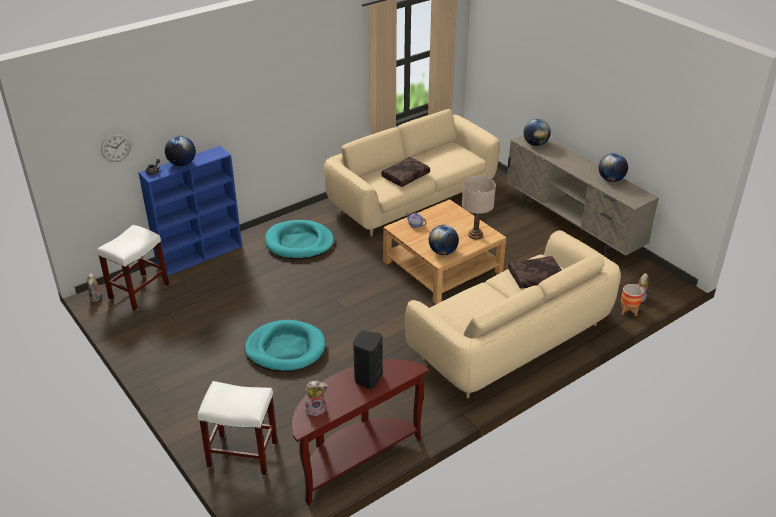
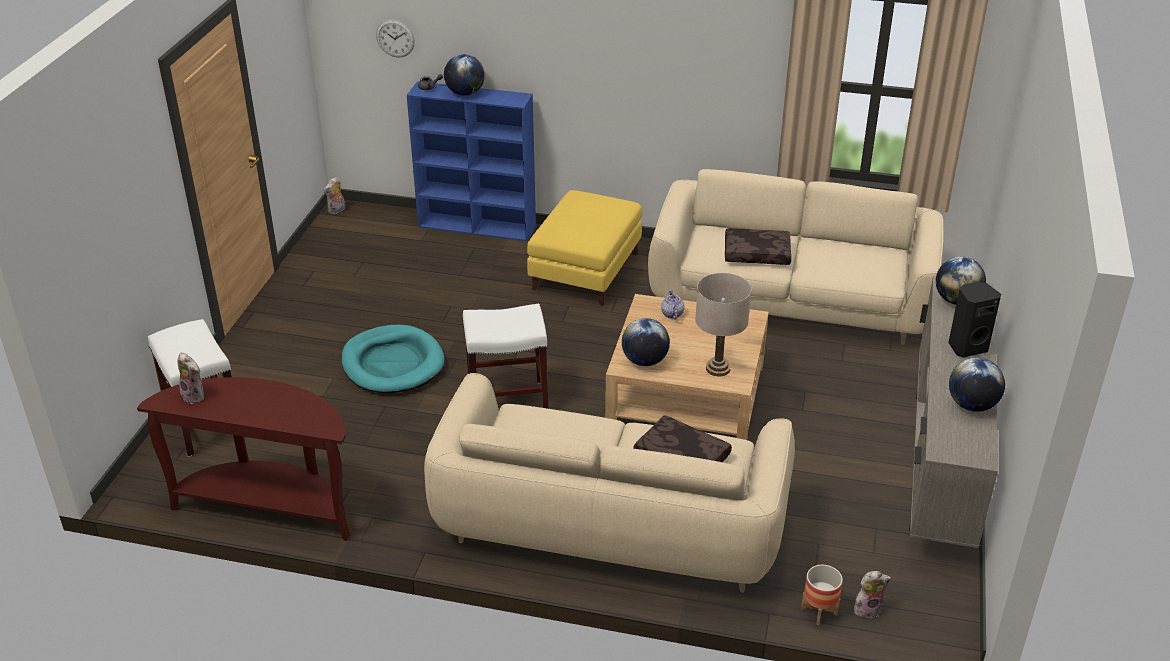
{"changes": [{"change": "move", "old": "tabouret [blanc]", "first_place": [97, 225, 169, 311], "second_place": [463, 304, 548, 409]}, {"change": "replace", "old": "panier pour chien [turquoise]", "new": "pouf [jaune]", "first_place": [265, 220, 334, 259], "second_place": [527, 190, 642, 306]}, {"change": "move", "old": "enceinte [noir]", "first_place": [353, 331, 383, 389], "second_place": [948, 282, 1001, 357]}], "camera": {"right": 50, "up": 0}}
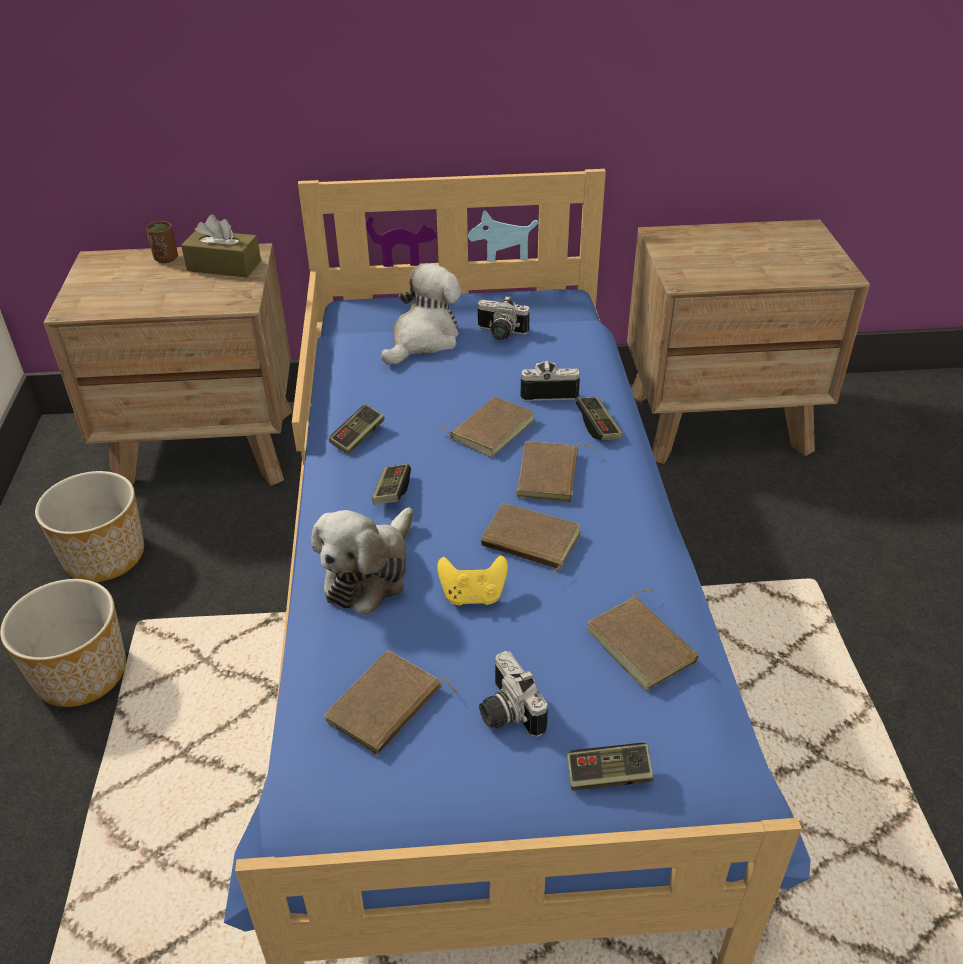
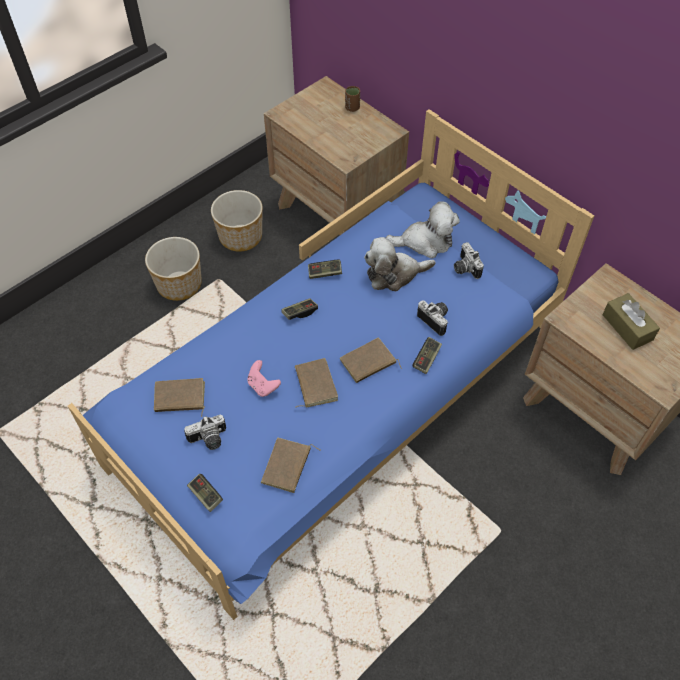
{"changes": [{"change": "rotate", "old": "appareil photo", "first_place": [479, 651, 548, 737], "second_place": [184, 414, 226, 450], "degrees": -135}, {"change": "recolor", "old": "manette [jaune]", "new": "manette [rose]", "first_place": [437, 555, 508, 605], "second_place": [247, 360, 281, 397]}, {"change": "move", "old": "peluche", "first_place": [311, 507, 413, 615], "second_place": [364, 237, 435, 291]}, {"change": "move", "old": "boîte à mouchoirs [marron]", "first_place": [181, 214, 261, 277], "second_place": [602, 293, 660, 350]}, {"change": "delete", "old": "livre [marron]", "first_place": [438, 397, 535, 457]}], "camera": {"right": 50, "up": 15}}
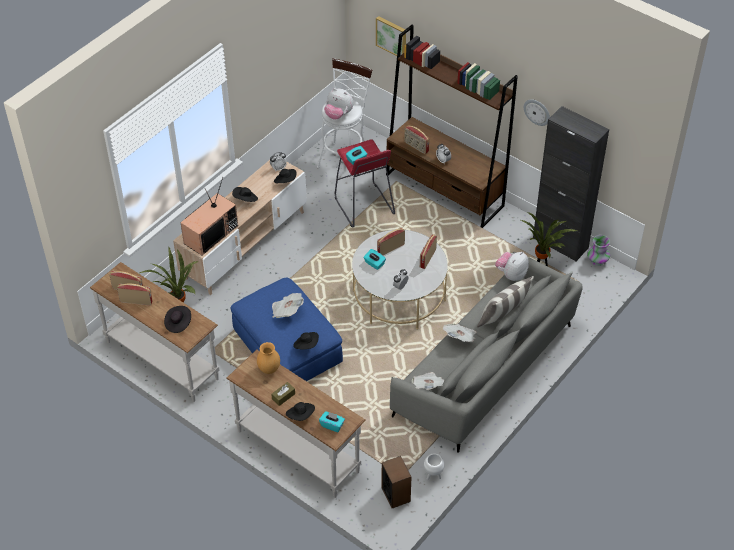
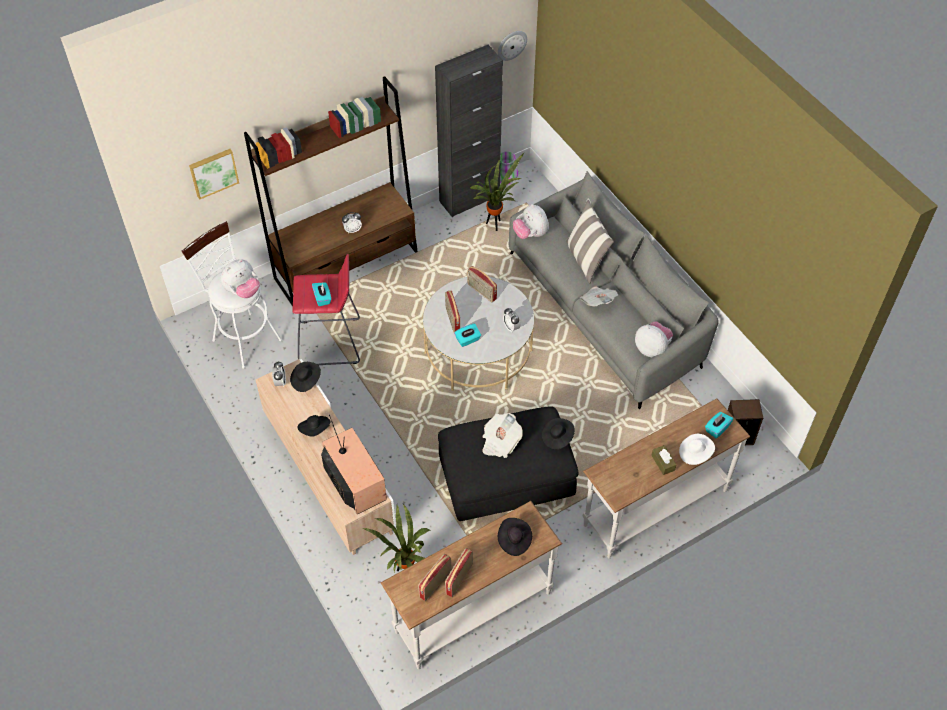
{"changes": [{"change": "recolor", "old": "pouf [bleu]", "new": "pouf [noir]", "first_place": [231, 278, 343, 381], "second_place": [438, 406, 579, 521]}, {"change": "move", "old": "horloge murale", "first_place": [524, 99, 550, 126], "second_place": [498, 31, 527, 61]}, {"change": "replace", "old": "journal", "new": "peluche", "first_place": [412, 372, 445, 390], "second_place": [635, 321, 673, 357]}, {"change": "recolor", "old": "chapeau [noir]", "new": "chapeau [blanc]", "first_place": [286, 402, 315, 421], "second_place": [679, 434, 715, 465]}, {"change": "delete", "old": "vase [marron]", "first_place": [257, 342, 280, 374]}, {"change": "delete", "old": "radio", "first_place": [404, 125, 429, 154]}, {"change": "delete", "old": "cache-pot [blanc]", "first_place": [424, 454, 444, 480]}], "camera": {"right": -70, "up": 5}}
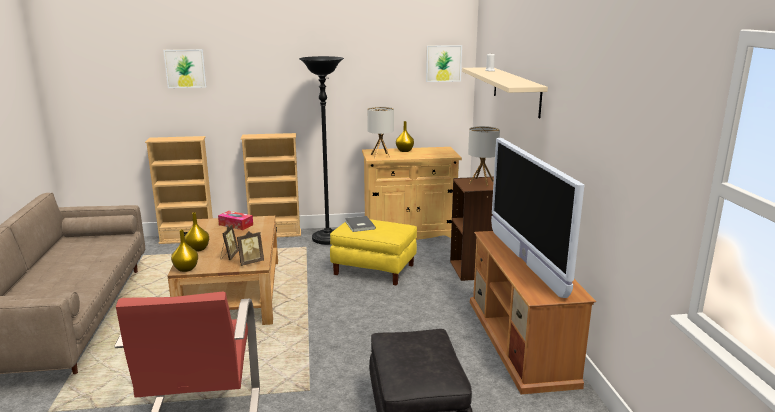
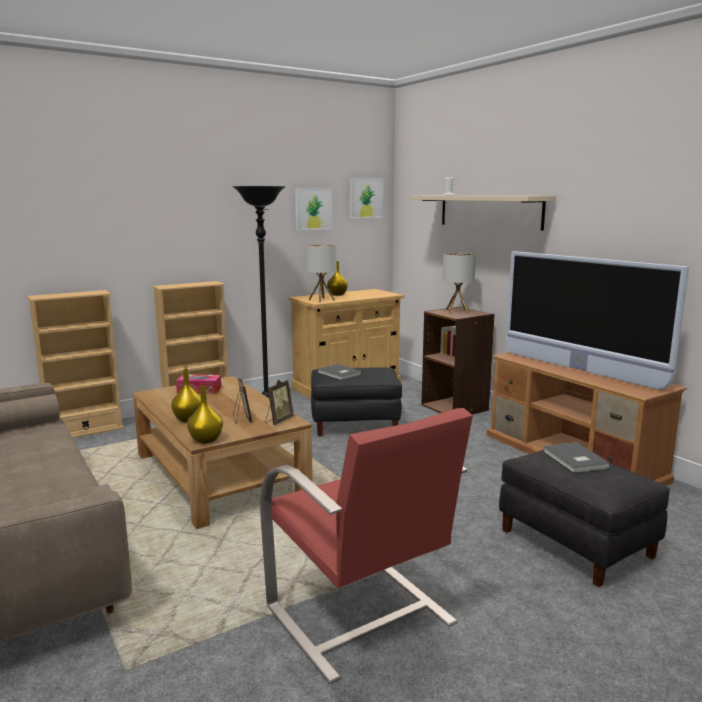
{"changes": [{"change": "move", "old": "tableau", "first_place": [163, 49, 207, 88], "second_place": [295, 188, 332, 230]}, {"change": "recolor", "old": "pouf [jaune]", "new": "pouf [noir]", "first_place": [330, 219, 417, 286], "second_place": [311, 368, 402, 436]}, {"change": "insert", "new": "livre [gris]", "second_place": [543, 442, 610, 473]}], "camera": {"right": -25, "up": -5}}
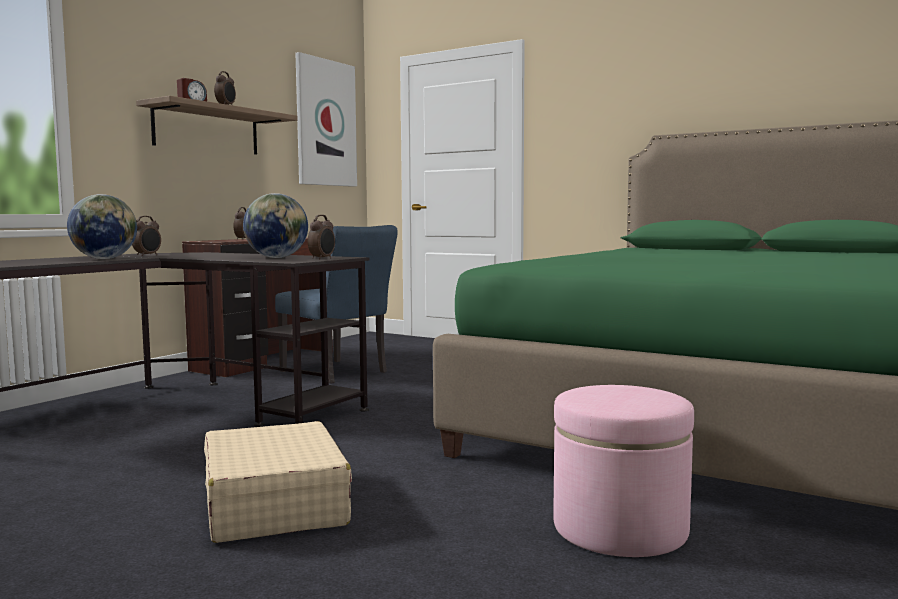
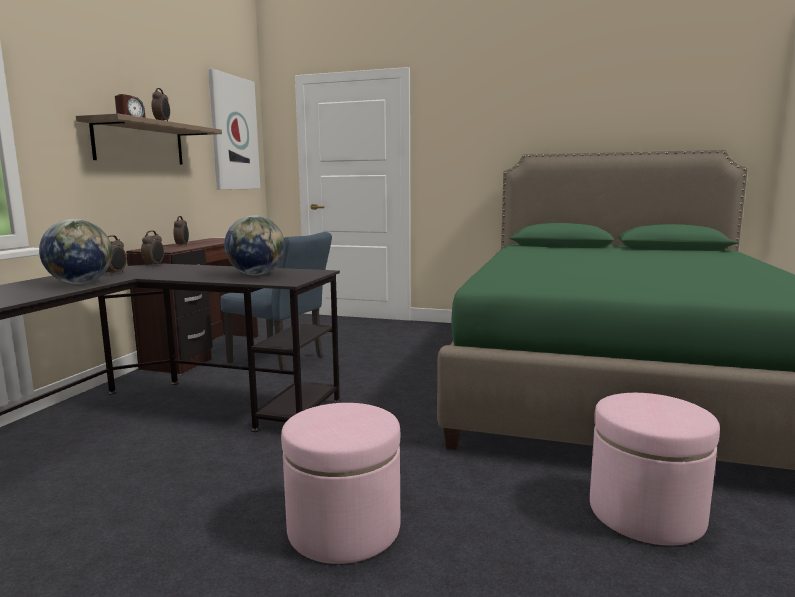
{"changes": [{"change": "move", "old": "réveil", "first_place": [308, 215, 335, 259], "second_place": [141, 231, 164, 266]}, {"change": "replace", "old": "valise [beige]", "new": "pouf [rose]", "first_place": [204, 421, 352, 543], "second_place": [281, 403, 400, 564]}], "camera": {"right": -15, "up": 5}}
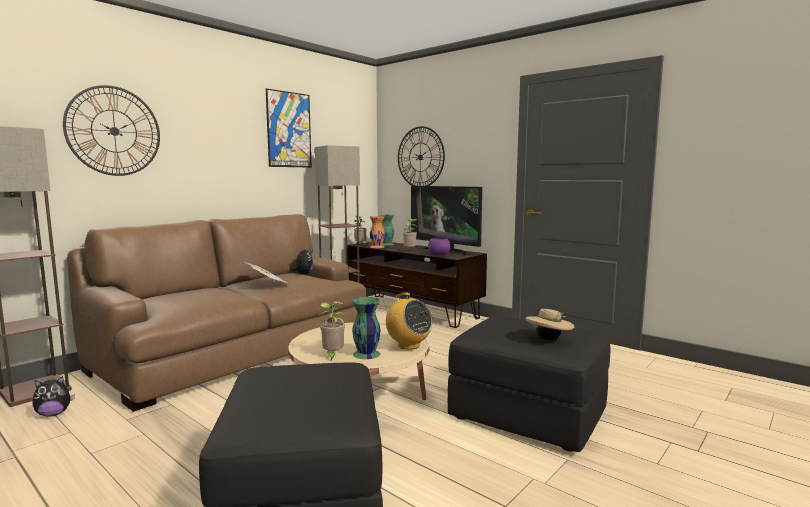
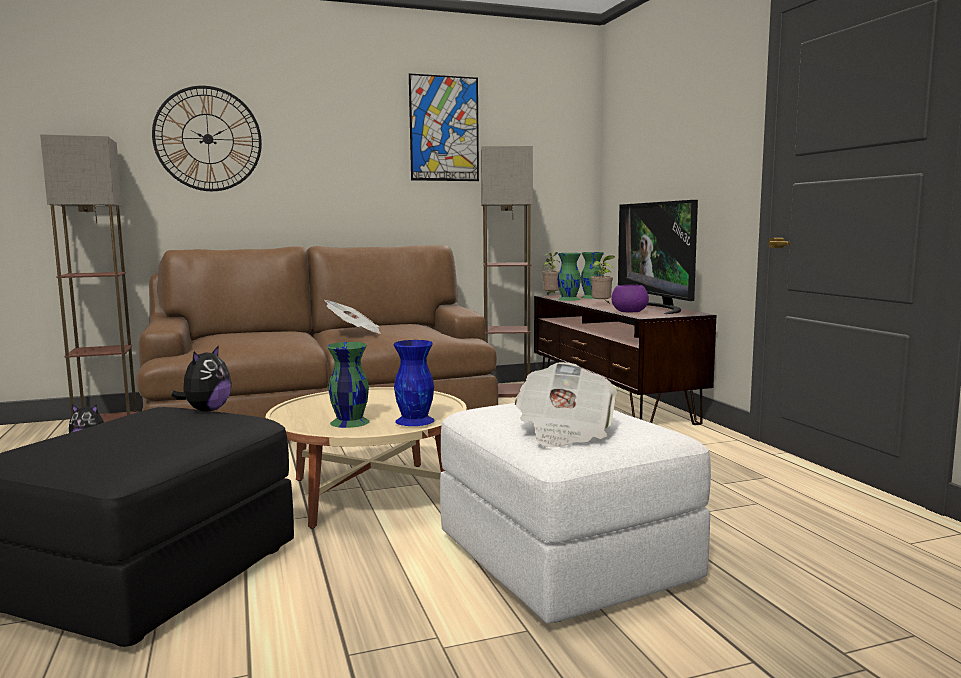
{"changes": [{"change": "move", "old": "peluche", "first_place": [290, 249, 313, 274], "second_place": [171, 345, 232, 412]}, {"change": "replace", "old": "radio", "new": "vase [bleu]", "first_place": [384, 292, 433, 350], "second_place": [393, 340, 435, 426]}, {"change": "recolor", "old": "pouf [noir]", "new": "pouf [blanc]", "first_place": [448, 316, 610, 452], "second_place": [440, 403, 711, 623]}, {"change": "replace", "old": "chapeau [beige]", "new": "journal", "first_place": [525, 309, 574, 341], "second_place": [514, 362, 617, 447]}, {"change": "recolor", "old": "vase [orange]", "new": "vase [vert]", "first_place": [370, 216, 385, 248], "second_place": [557, 253, 581, 301]}, {"change": "delete", "old": "plante en pot", "first_place": [320, 301, 345, 362]}, {"change": "delete", "old": "horloge murale", "first_place": [398, 126, 445, 186]}], "camera": {"right": 30, "up": 0}}
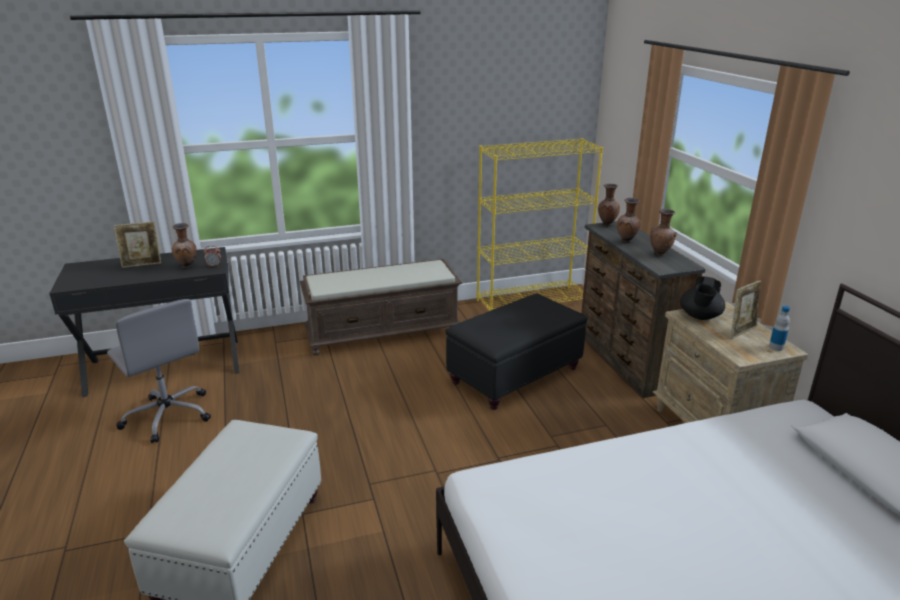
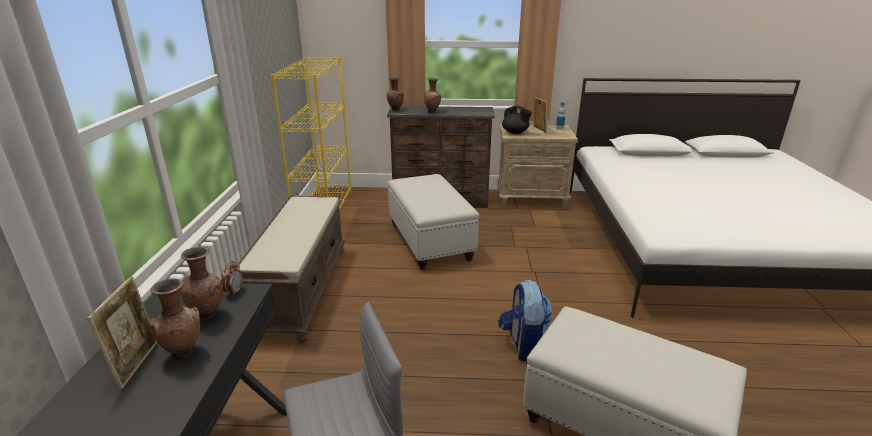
{"changes": [{"change": "move", "old": "vase [marron]", "first_place": [650, 209, 677, 256], "second_place": [150, 278, 200, 359]}, {"change": "recolor", "old": "pouf [noir]", "new": "pouf [blanc]", "first_place": [445, 294, 588, 410], "second_place": [387, 174, 479, 270]}, {"change": "insert", "new": "sac à dos", "second_place": [498, 280, 552, 362]}], "camera": {"right": -70, "up": 0}}
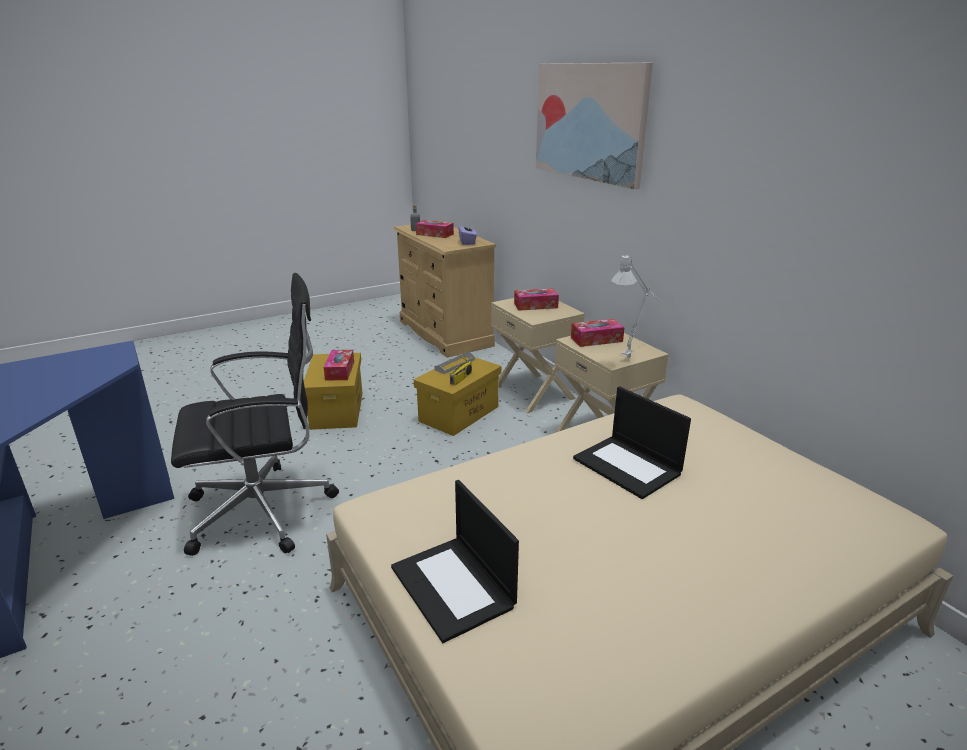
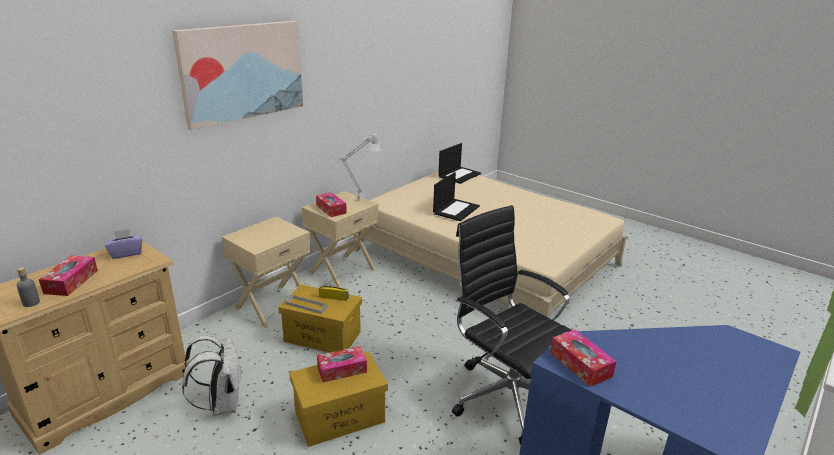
{"changes": [{"change": "insert", "new": "sac à dos [blanc]", "second_place": [182, 336, 241, 416]}, {"change": "move", "old": "ordinateur portable", "first_place": [391, 480, 519, 643], "second_place": [438, 143, 481, 184]}, {"change": "move", "old": "boîte à mouchoirs", "first_place": [514, 288, 559, 311], "second_place": [550, 329, 616, 387]}], "camera": {"right": -110, "up": 0}}
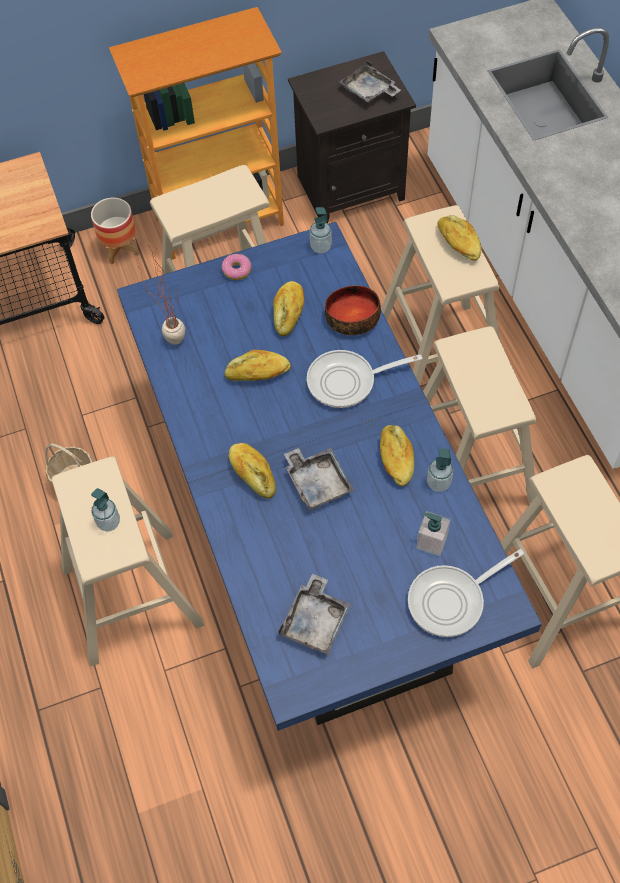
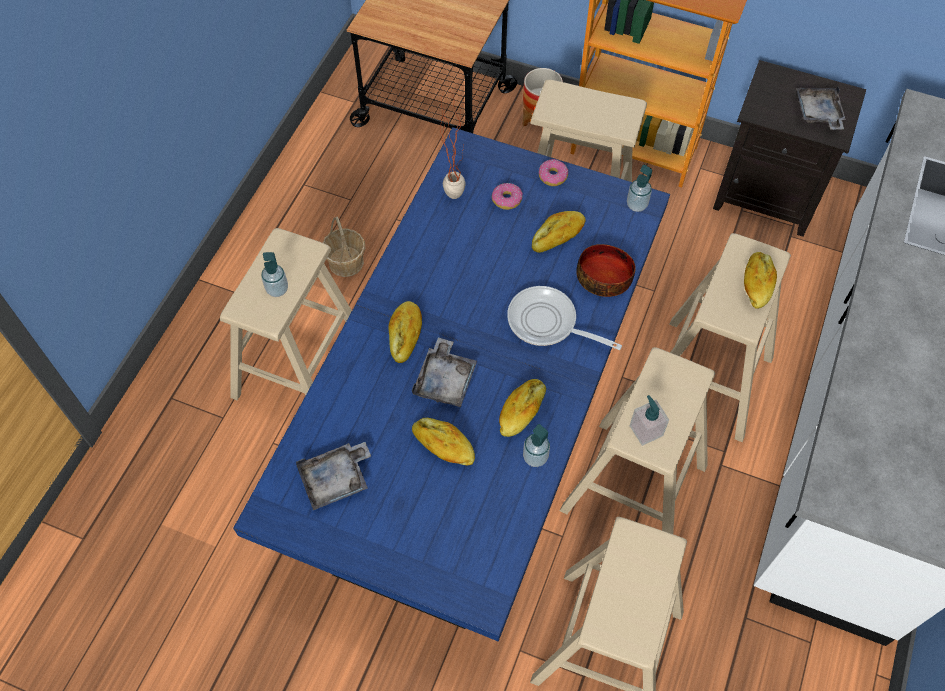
{"changes": [{"change": "move", "old": "pain", "first_place": [224, 350, 291, 381], "second_place": [412, 418, 475, 466]}, {"change": "insert", "new": "beignet", "second_place": [492, 183, 523, 210]}, {"change": "move", "old": "distributeur de savon", "first_place": [416, 511, 450, 556], "second_place": [630, 395, 669, 446]}, {"change": "delete", "old": "poêle", "first_place": [408, 549, 524, 637]}], "camera": {"right": 40, "up": 0}}
